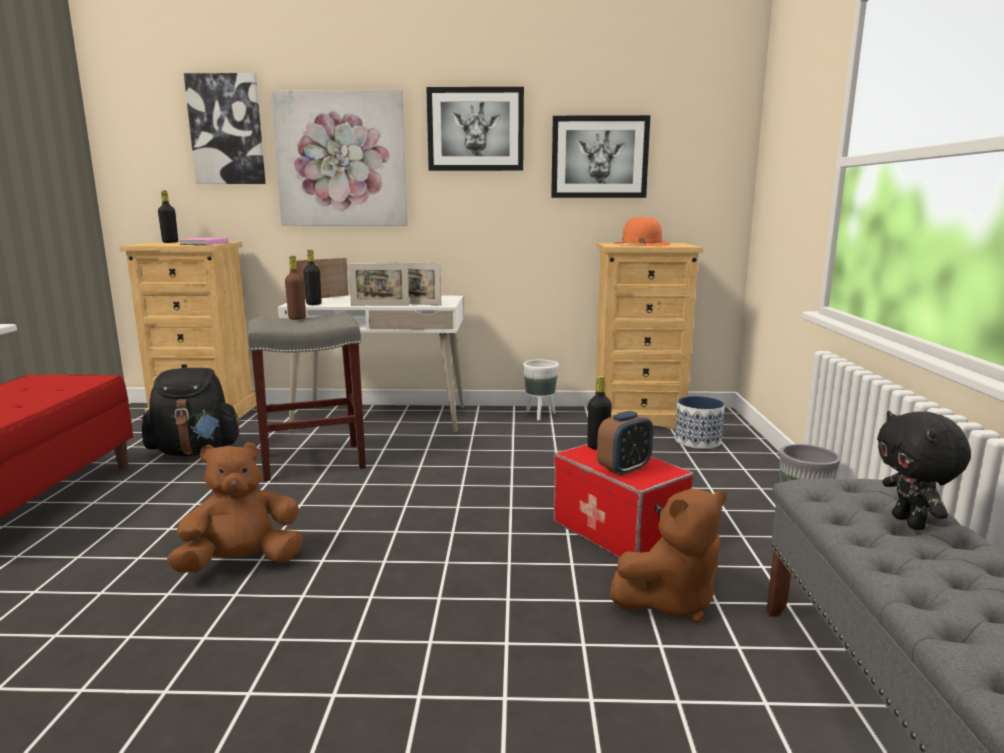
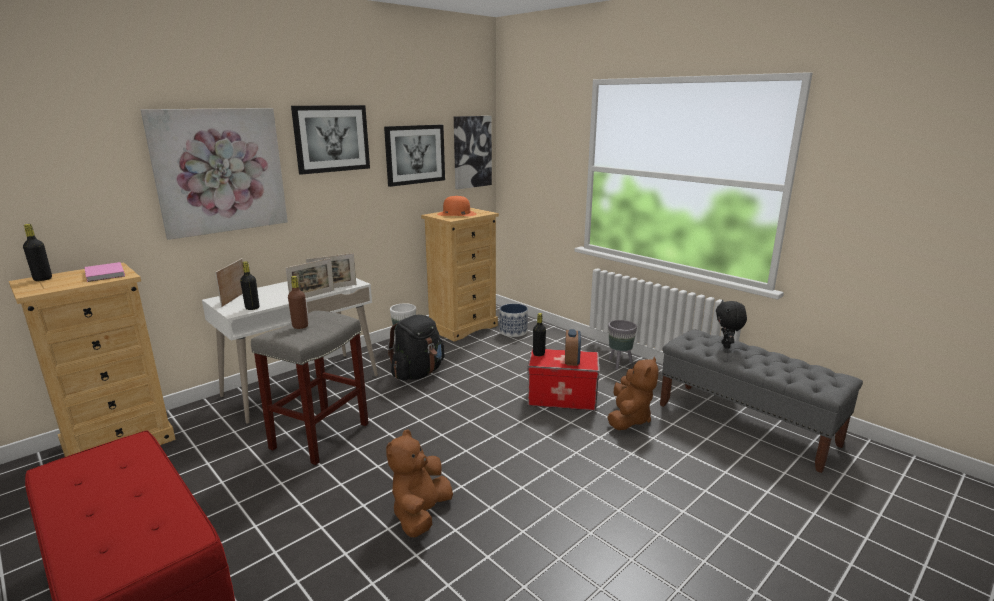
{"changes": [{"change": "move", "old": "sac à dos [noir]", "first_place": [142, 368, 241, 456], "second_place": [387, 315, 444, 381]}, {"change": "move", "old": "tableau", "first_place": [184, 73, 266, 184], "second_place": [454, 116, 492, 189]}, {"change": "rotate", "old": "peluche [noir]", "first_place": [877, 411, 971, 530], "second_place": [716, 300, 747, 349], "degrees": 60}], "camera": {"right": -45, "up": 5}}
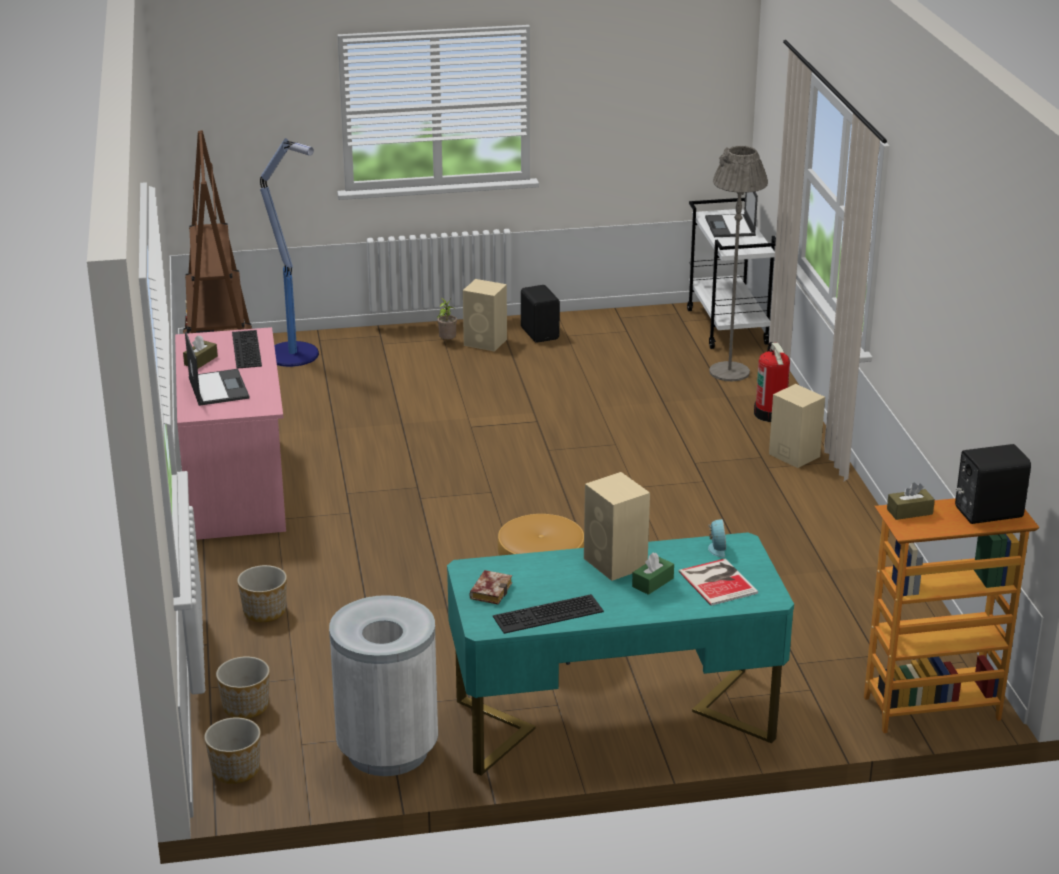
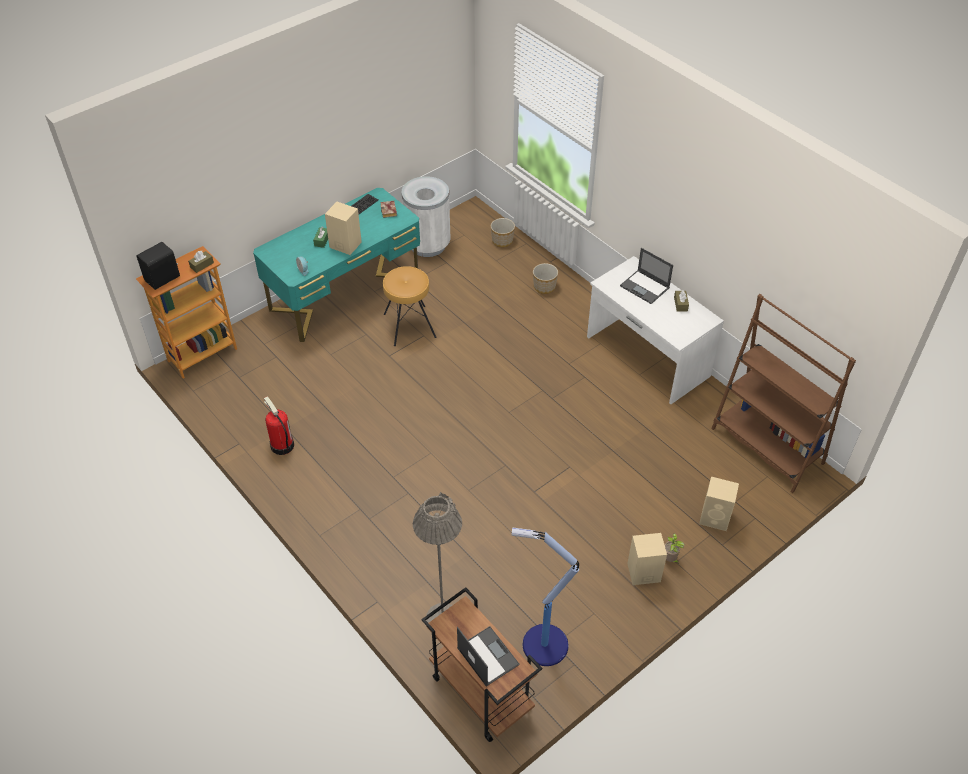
{"changes": [{"change": "move", "old": "extincteur", "first_place": [754, 342, 790, 422], "second_place": [264, 396, 294, 455]}, {"change": "recolor", "old": "chariot [blanc]", "new": "chariot [marron]", "first_place": [687, 198, 776, 349], "second_place": [422, 587, 542, 742]}, {"change": "move", "old": "lampadaire", "first_place": [260, 138, 319, 367], "second_place": [512, 528, 579, 666]}, {"change": "recolor", "old": "bureau [rose]", "new": "bureau [blanc]", "first_place": [175, 327, 286, 540], "second_place": [587, 256, 724, 404]}, {"change": "move", "old": "enceinte [beige]", "first_place": [769, 384, 825, 468], "second_place": [699, 477, 739, 531]}, {"change": "delete", "old": "cache-pot", "first_place": [204, 717, 261, 784]}, {"change": "delete", "old": "clavier", "first_place": [232, 330, 262, 369]}, {"change": "delete", "old": "enceinte [noir]", "first_place": [521, 285, 560, 343]}, {"change": "delete", "old": "livre", "first_place": [679, 559, 758, 606]}], "camera": {"right": 150, "up": 20}}
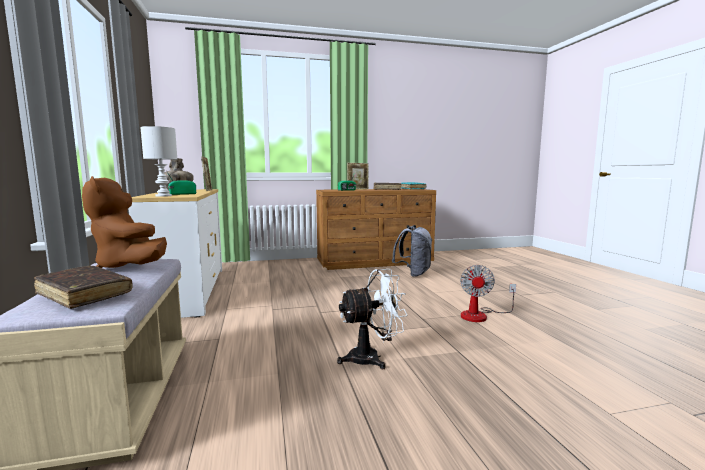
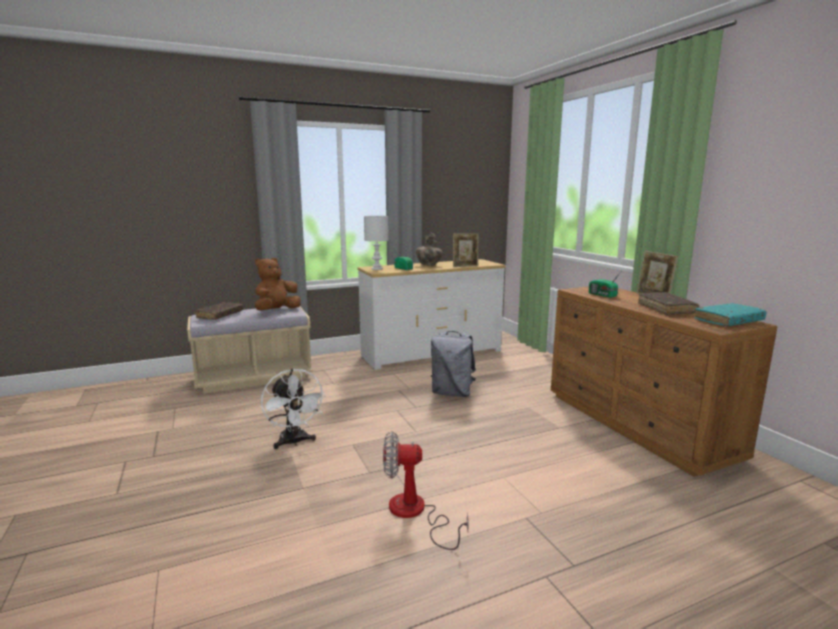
{"changes": [{"change": "move", "old": "sac à dos [gris]", "first_place": [392, 225, 432, 277], "second_place": [431, 331, 476, 397]}], "camera": {"right": 80, "up": 5}}
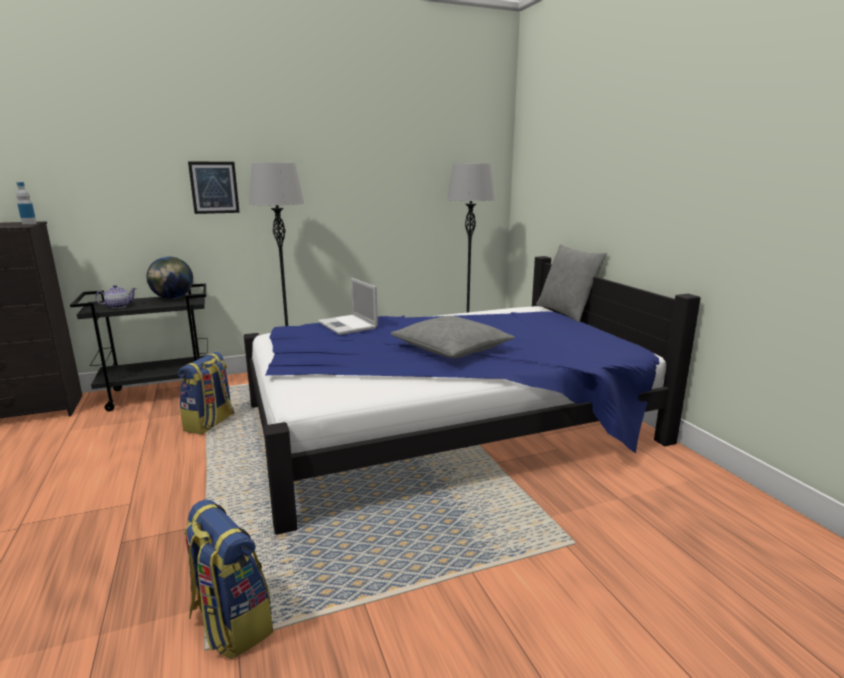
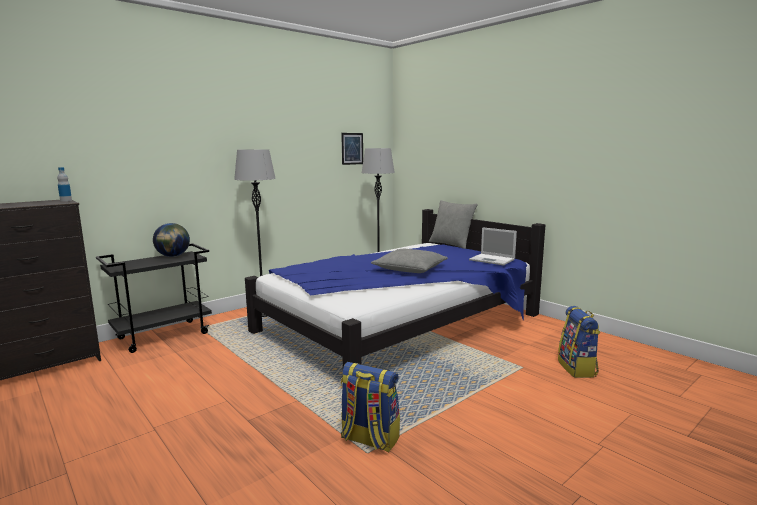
{"changes": [{"change": "move", "old": "tableau", "first_place": [188, 162, 240, 214], "second_place": [341, 133, 363, 165]}, {"change": "move", "old": "ordinateur portable", "first_place": [318, 278, 378, 335], "second_place": [469, 227, 517, 265]}, {"change": "move", "old": "sac à dos", "first_place": [178, 352, 234, 435], "second_place": [558, 306, 600, 378]}, {"change": "delete", "old": "théière", "first_place": [95, 285, 137, 308]}], "camera": {"right": -20, "up": -5}}
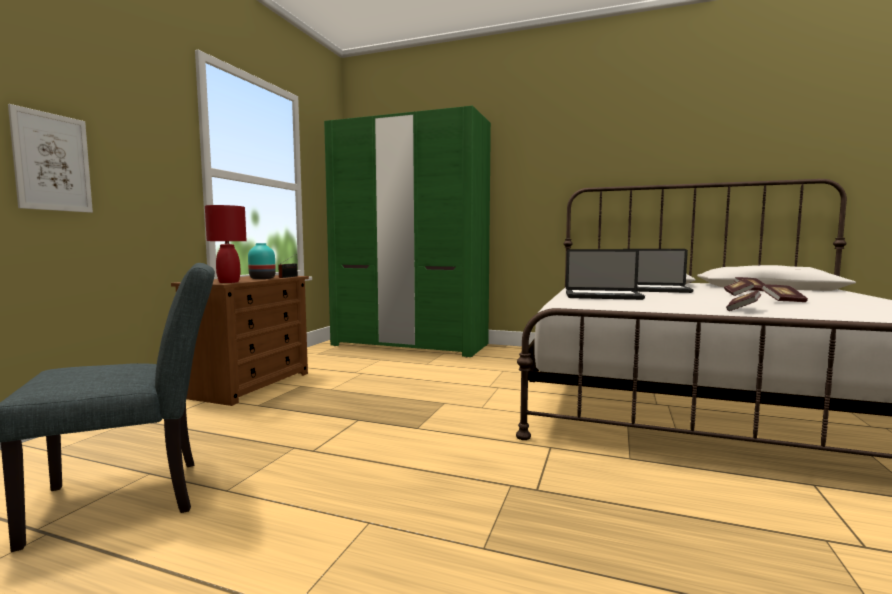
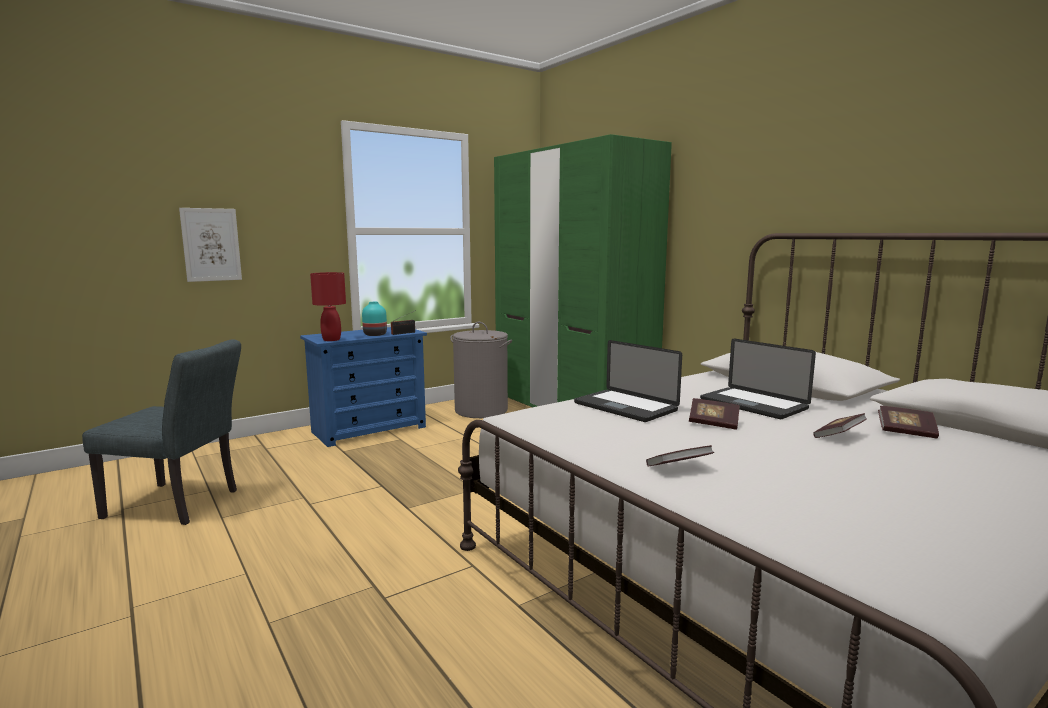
{"changes": [{"change": "recolor", "old": "commode [marron]", "new": "commode [bleu]", "first_place": [171, 275, 309, 406], "second_place": [300, 327, 427, 447]}, {"change": "insert", "new": "panier à linge [gris]", "second_place": [450, 322, 512, 418]}, {"change": "move", "old": "livre", "first_place": [761, 284, 808, 302], "second_place": [689, 398, 740, 430]}], "camera": {"right": 35, "up": 5}}
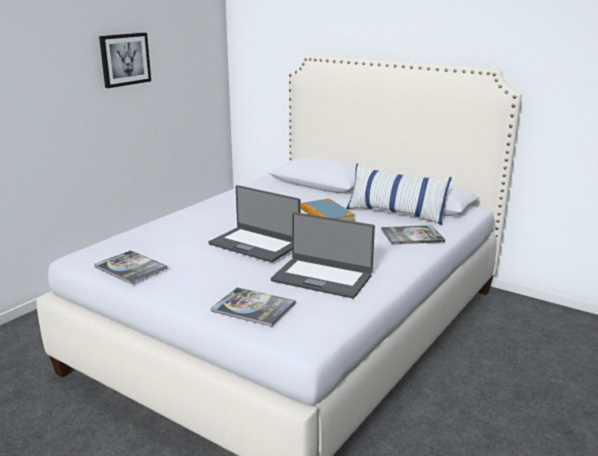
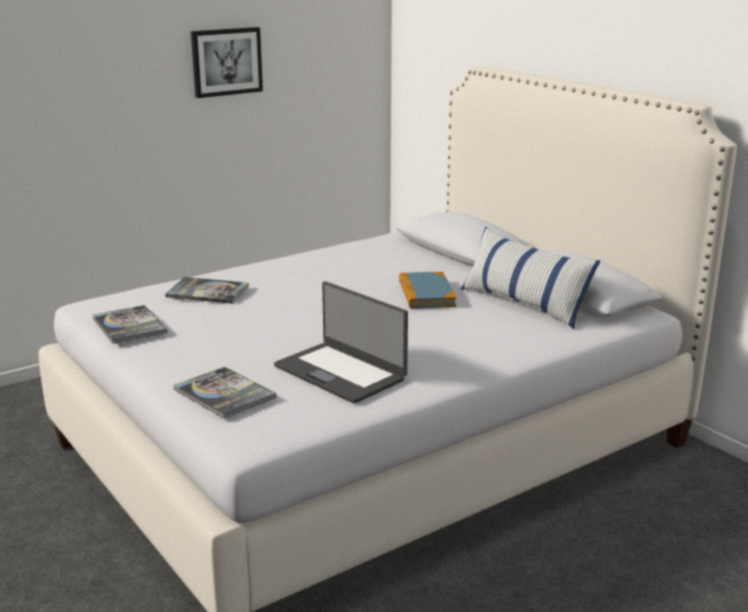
{"changes": [{"change": "move", "old": "livre", "first_place": [381, 225, 445, 244], "second_place": [165, 277, 249, 304]}, {"change": "delete", "old": "ordinateur portable", "first_place": [208, 185, 301, 262]}], "camera": {"right": 20, "up": 0}}
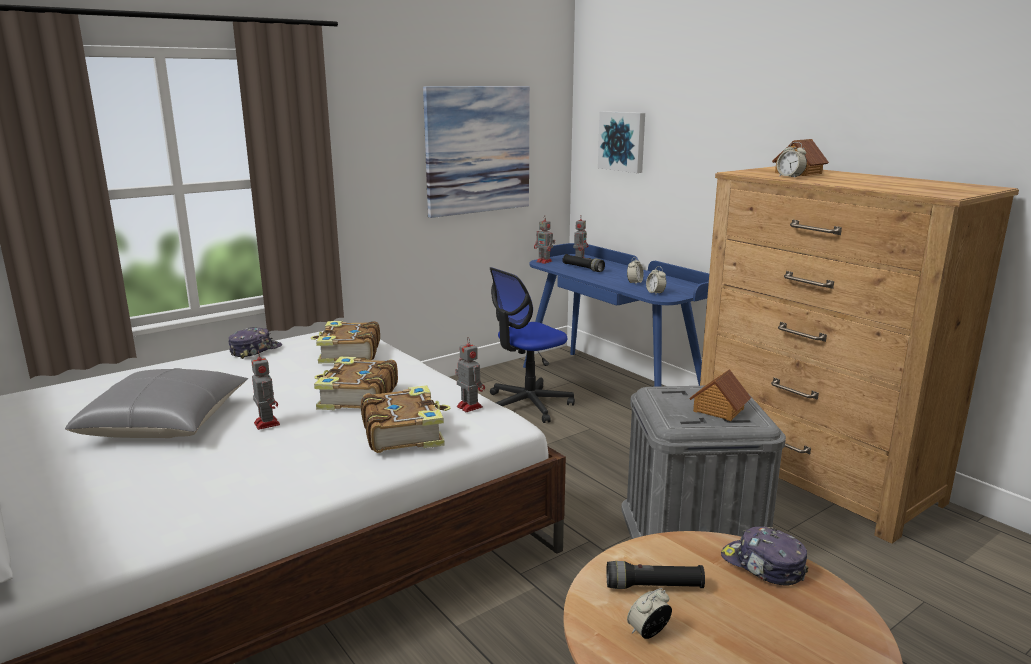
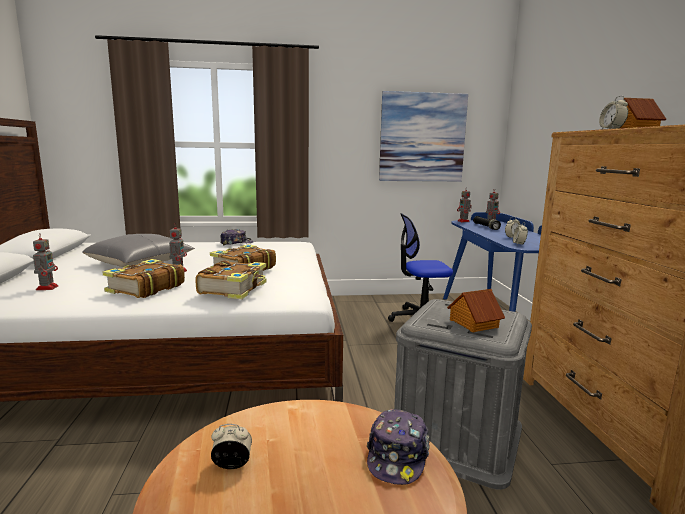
{"changes": [{"change": "move", "old": "robot jouet", "first_place": [455, 337, 485, 412], "second_place": [33, 233, 58, 290]}, {"change": "move", "old": "livre", "first_place": [311, 321, 380, 363], "second_place": [102, 259, 185, 298]}, {"change": "rotate", "old": "casquette", "first_place": [721, 527, 809, 586], "second_place": [367, 409, 430, 485], "degrees": -150}, {"change": "delete", "old": "tableau", "first_place": [598, 111, 645, 173]}, {"change": "delete", "old": "lampe de poche [noir]", "first_place": [607, 561, 705, 589]}], "camera": {"right": 30, "up": -5}}
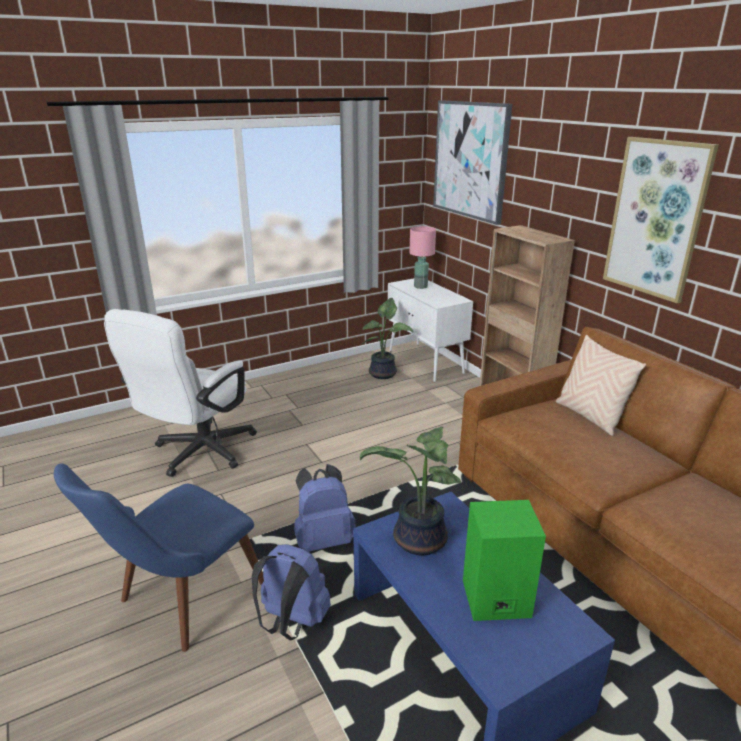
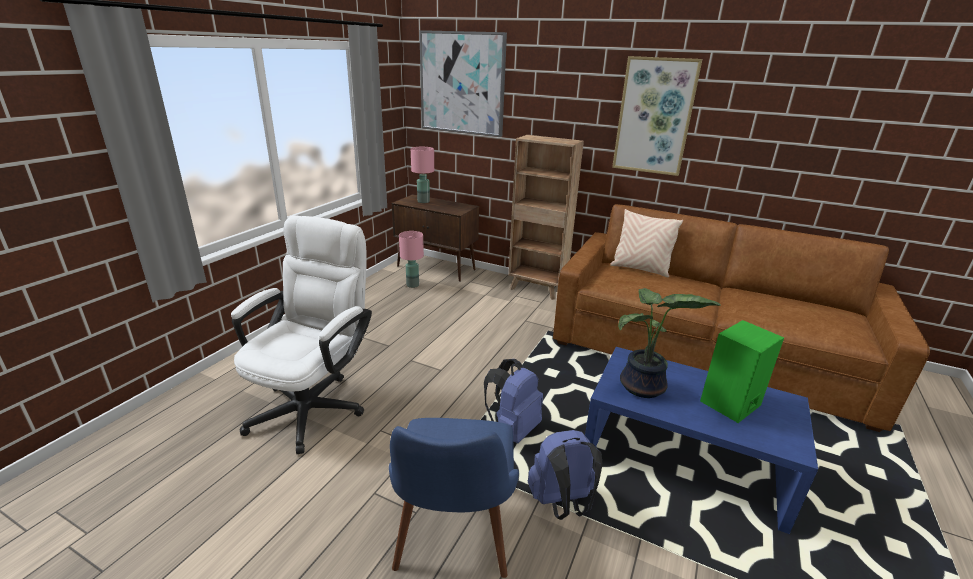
{"changes": [{"change": "rotate", "old": "chaise de bureau [blanc]", "first_place": [104, 309, 257, 477], "second_place": [231, 216, 372, 454], "degrees": -150}, {"change": "recolor", "old": "meuble de rangement [blanc]", "new": "meuble de rangement [marron]", "first_place": [387, 278, 473, 382], "second_place": [391, 194, 479, 282]}, {"change": "replace", "old": "plante en pot", "new": "lampe de table [rose]", "first_place": [362, 298, 413, 379], "second_place": [399, 231, 424, 288]}], "camera": {"right": -35, "up": 0}}
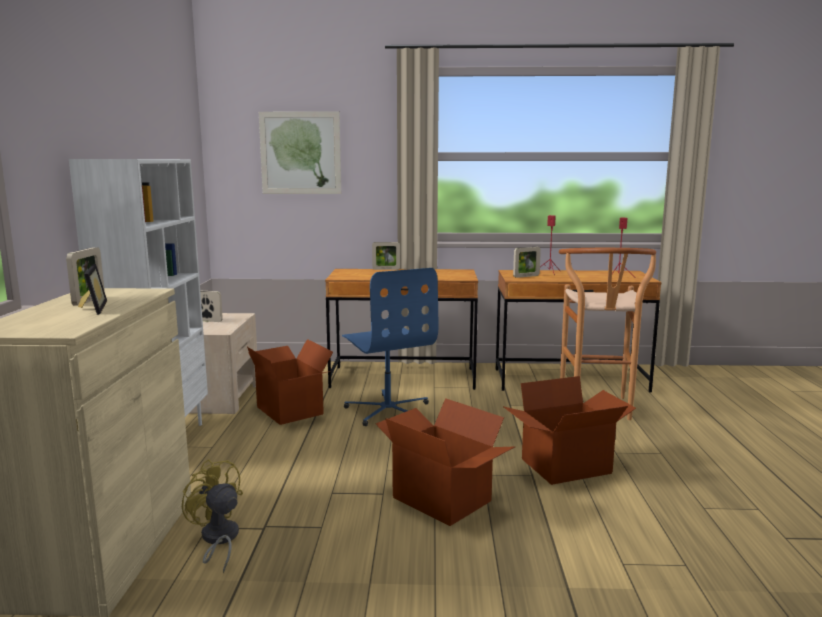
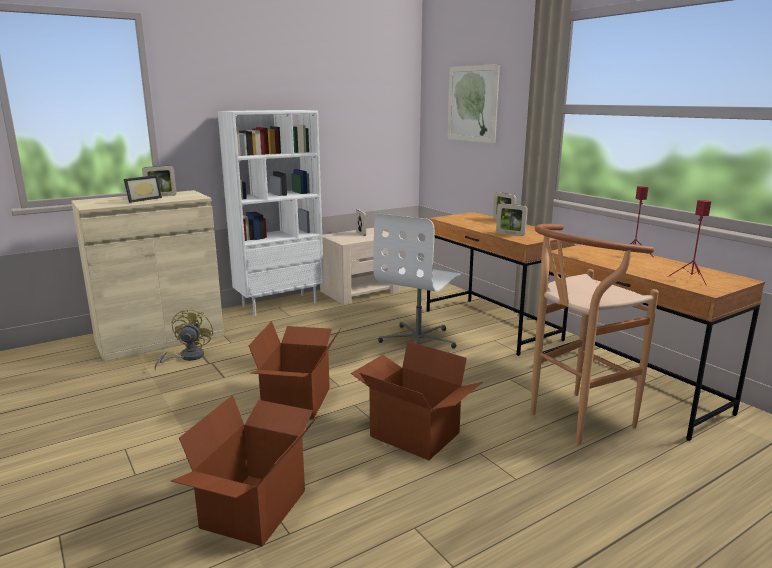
{"changes": [{"change": "move", "old": "carton", "first_place": [247, 339, 333, 425], "second_place": [171, 395, 318, 547]}, {"change": "recolor", "old": "chaise de bureau [bleu]", "new": "chaise de bureau [blanc]", "first_place": [342, 268, 438, 426], "second_place": [373, 214, 461, 349]}, {"change": "move", "old": "cadre photo", "first_place": [513, 247, 541, 278], "second_place": [496, 203, 528, 236]}], "camera": {"right": 55, "up": 5}}
